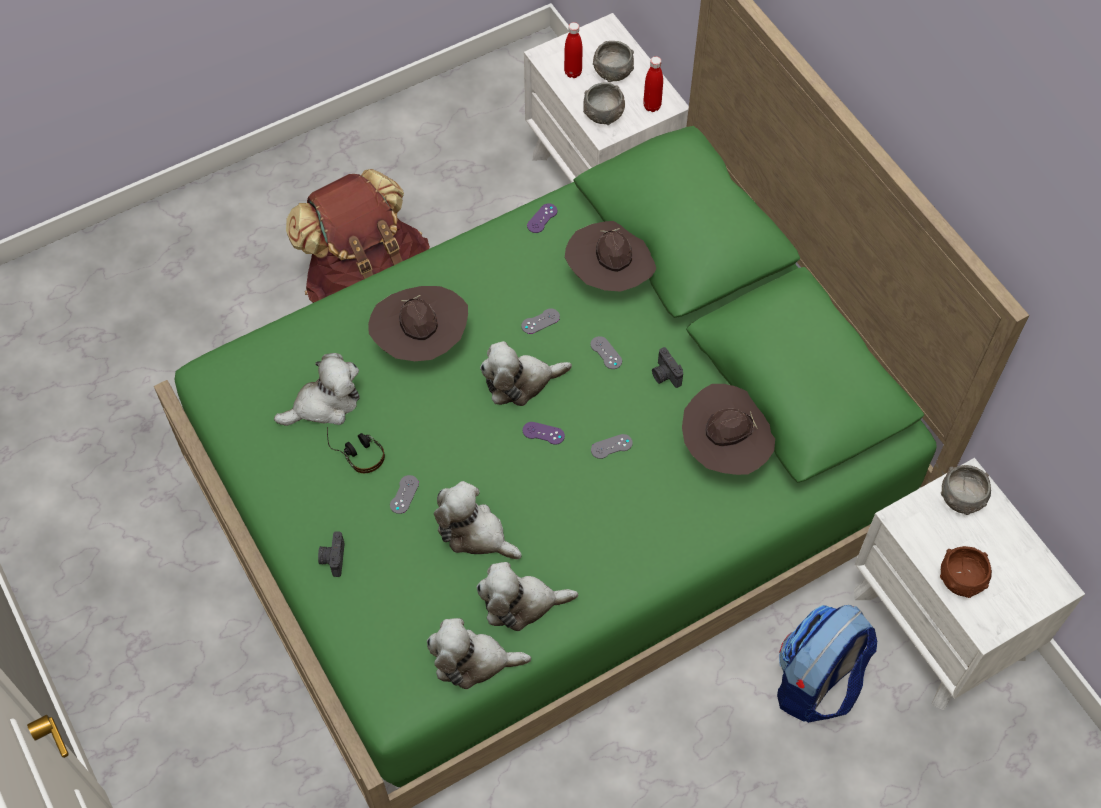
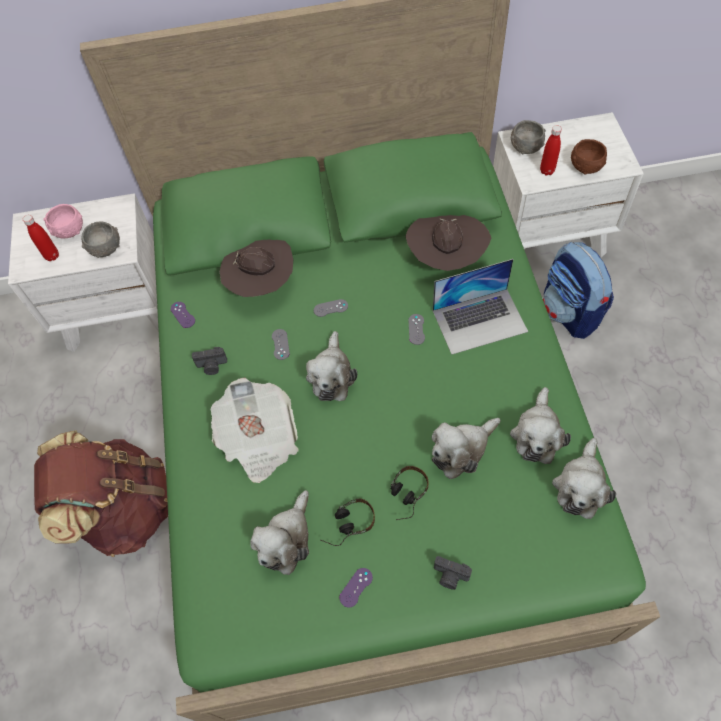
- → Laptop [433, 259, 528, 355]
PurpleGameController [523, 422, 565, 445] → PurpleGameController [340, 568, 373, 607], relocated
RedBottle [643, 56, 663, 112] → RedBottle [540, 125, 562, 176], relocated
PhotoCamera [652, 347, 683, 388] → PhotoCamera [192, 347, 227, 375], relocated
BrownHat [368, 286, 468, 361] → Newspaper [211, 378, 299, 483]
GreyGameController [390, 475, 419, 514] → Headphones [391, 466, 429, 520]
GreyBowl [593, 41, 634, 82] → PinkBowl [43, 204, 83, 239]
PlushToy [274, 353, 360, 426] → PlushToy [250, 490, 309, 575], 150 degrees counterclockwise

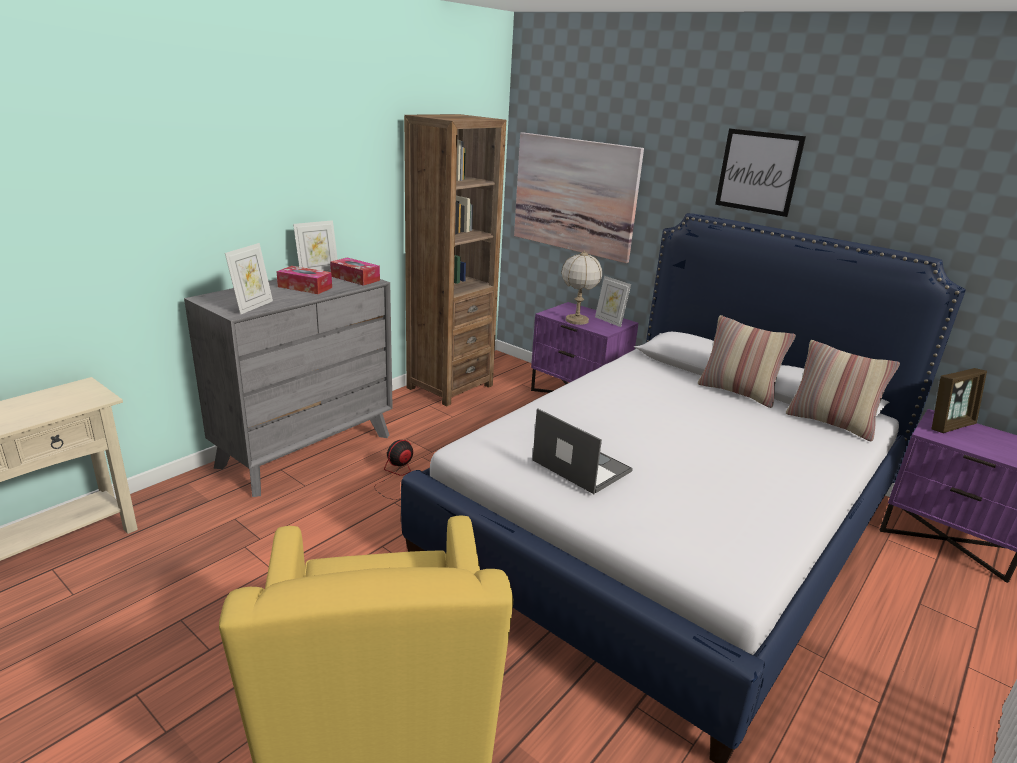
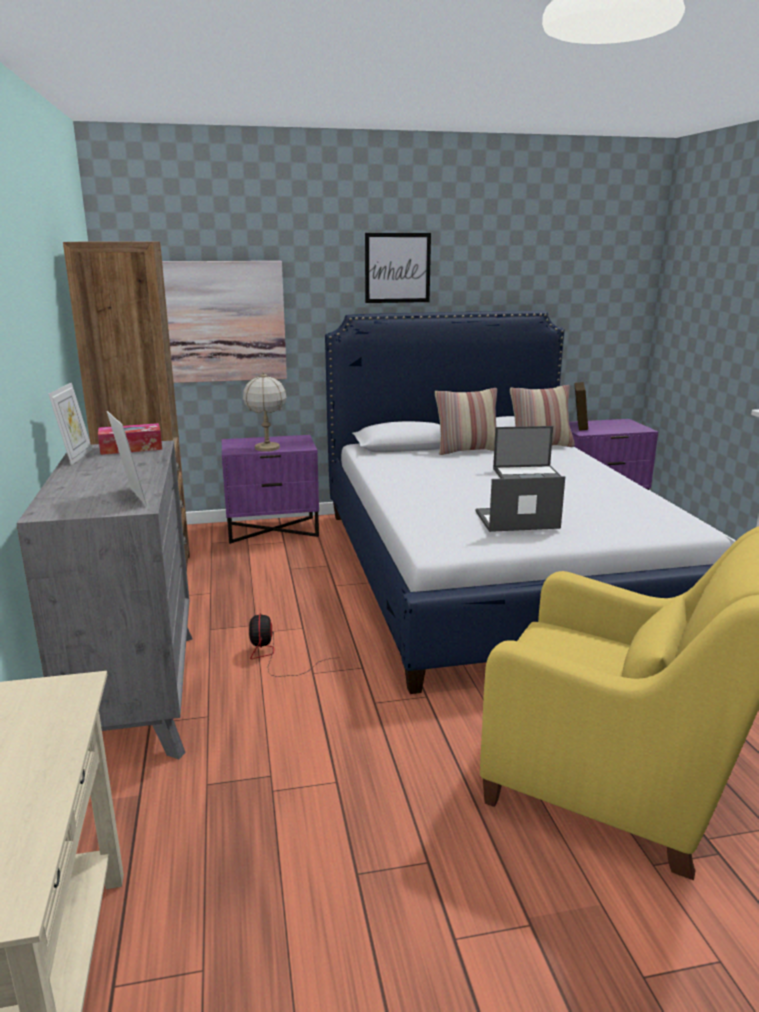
TissueBox [276, 266, 332, 294] → -
PictureFrame [595, 276, 631, 327] → -
- → Laptop [493, 426, 561, 479]

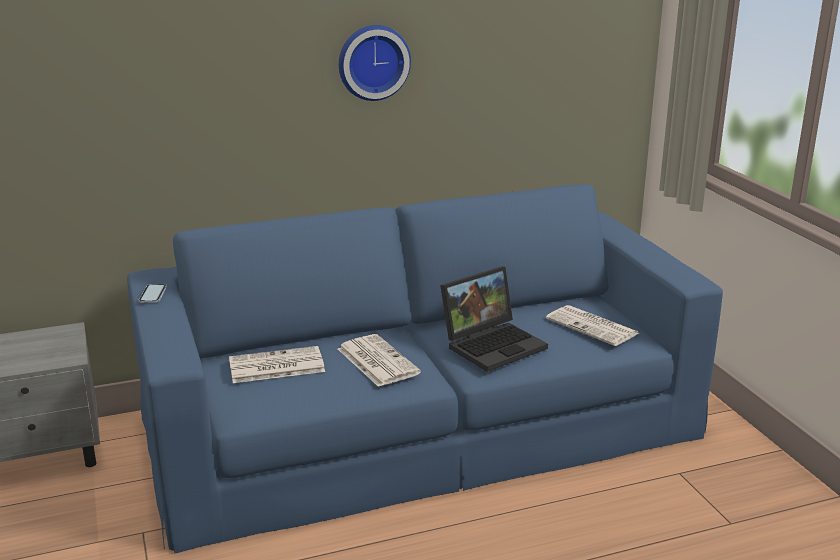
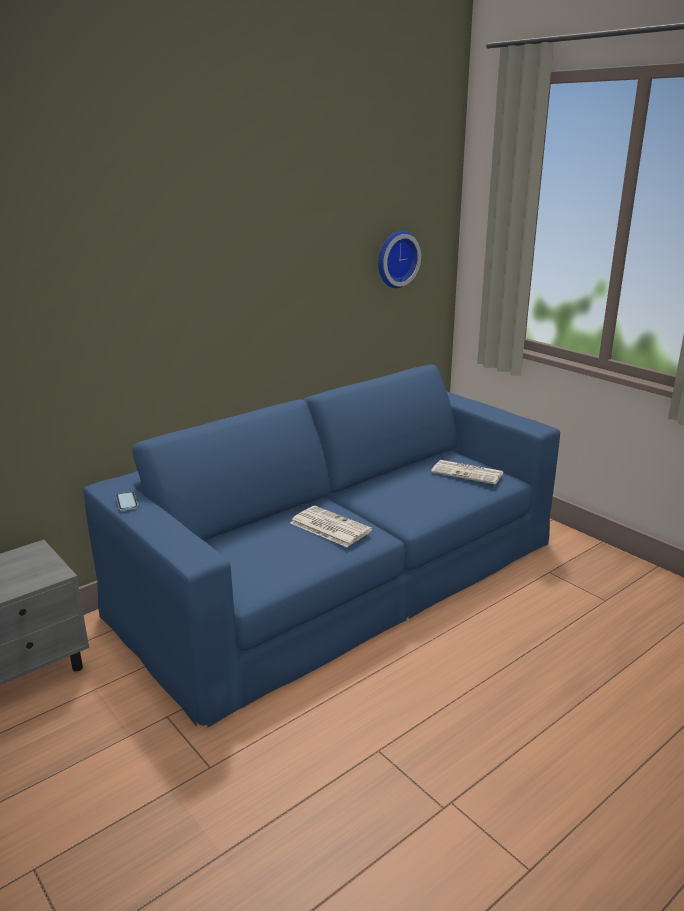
Newspaper [229, 346, 325, 383] → -
Laptop [440, 266, 548, 372] → -
WallClock [339, 25, 411, 101] → WallClock [378, 231, 421, 288], relocated

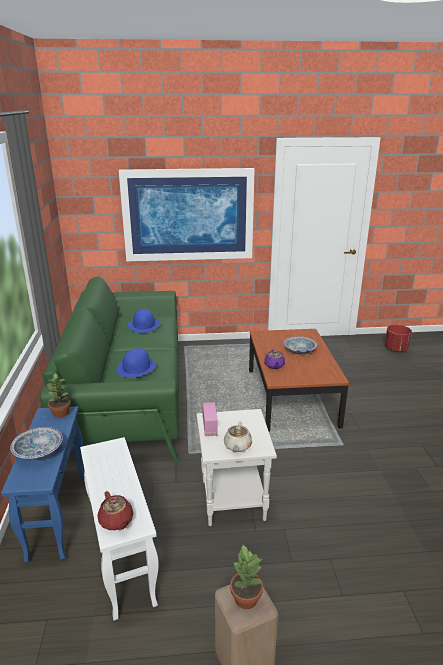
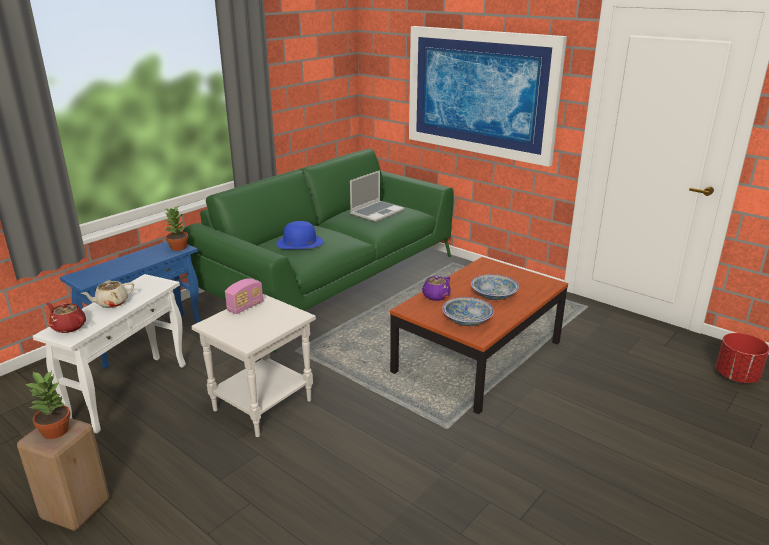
Bowl [10, 427, 63, 460] → Bowl [442, 297, 494, 326], relocated
BeigeTeapot [224, 422, 252, 452] → BeigeTeapot [81, 280, 134, 308], relocated
BlueHat [128, 309, 160, 333] → Laptop [350, 170, 404, 222]
RedTeapot [98, 491, 133, 530] → RedTeapot [46, 302, 86, 333], 105 degrees clockwise

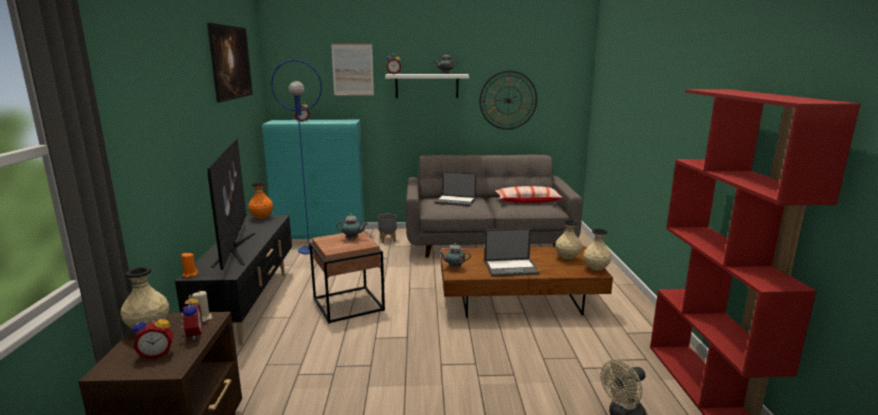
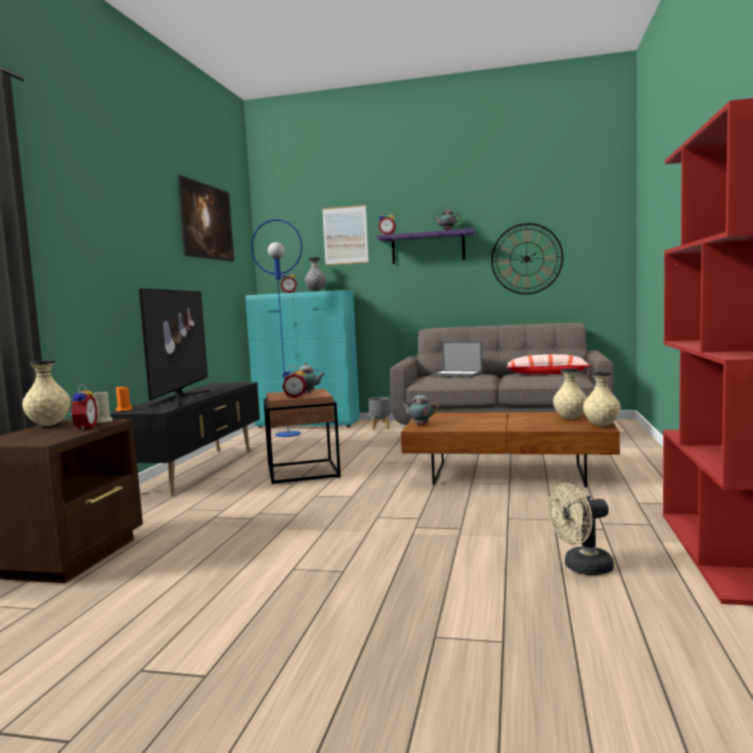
OrangeVase [248, 182, 273, 219] → -
Laptop [484, 228, 540, 277] → -
- → GreyVase [304, 258, 327, 292]
AlarmClock [133, 314, 174, 359] → AlarmClock [282, 366, 306, 398], relocated
WhiteShelf [385, 74, 469, 98] → PurpleShelf [377, 228, 475, 264]

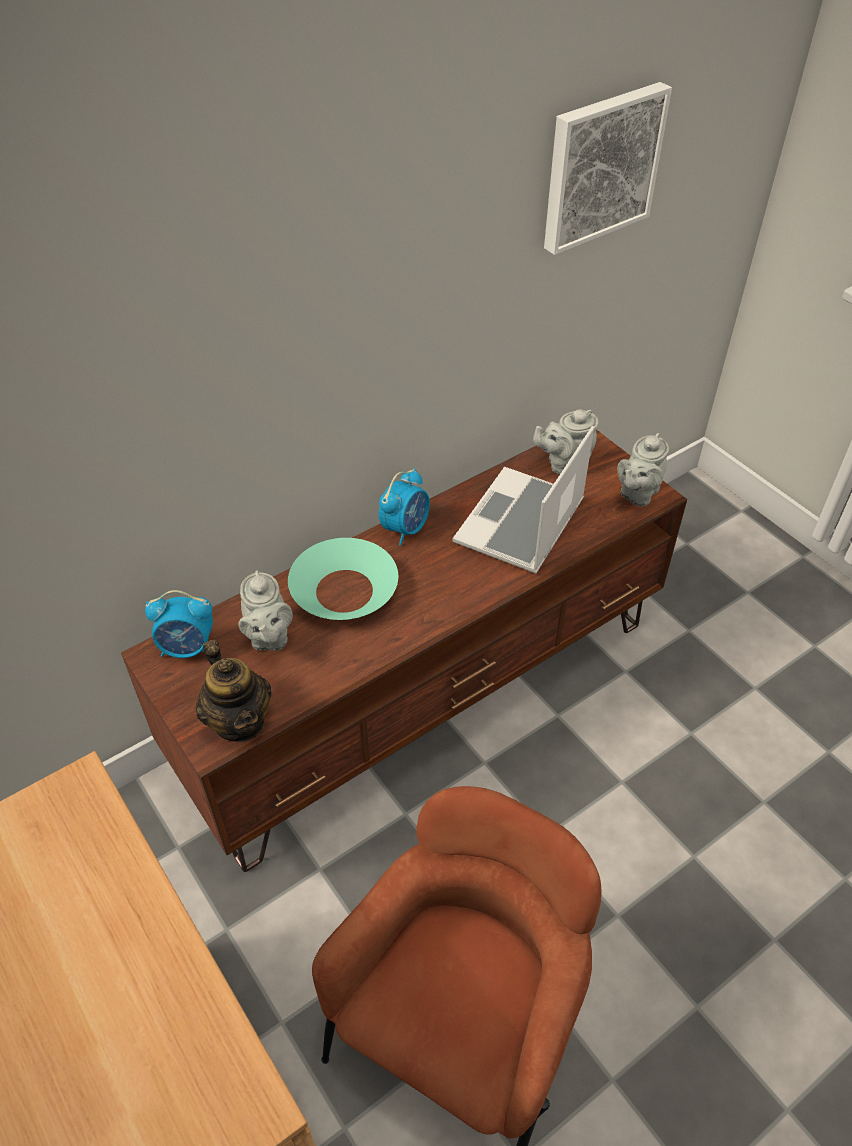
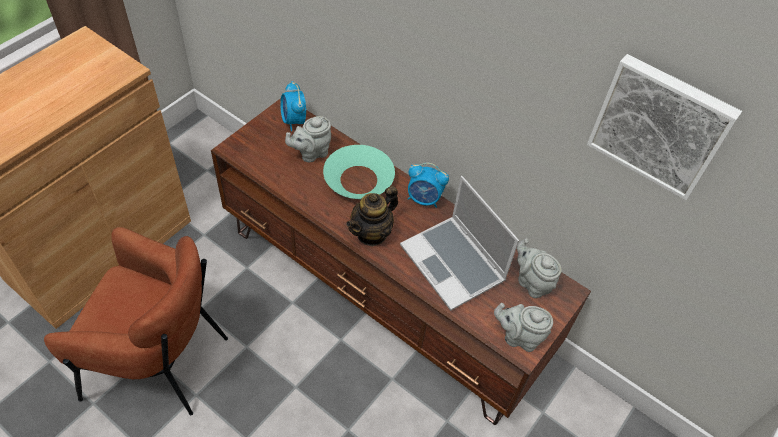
Teapot [196, 640, 272, 742] → Teapot [346, 186, 398, 247], relocated
Laptop [452, 426, 594, 574] → Laptop [400, 176, 519, 311], 135 degrees counterclockwise

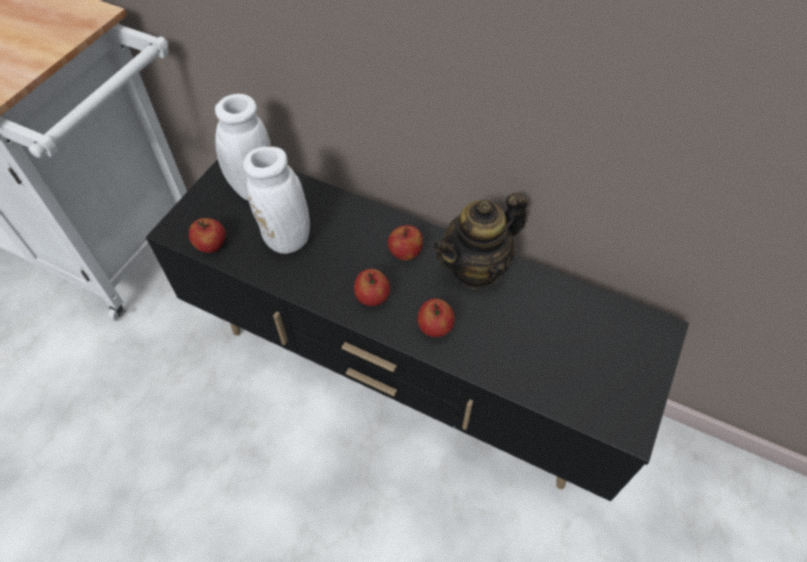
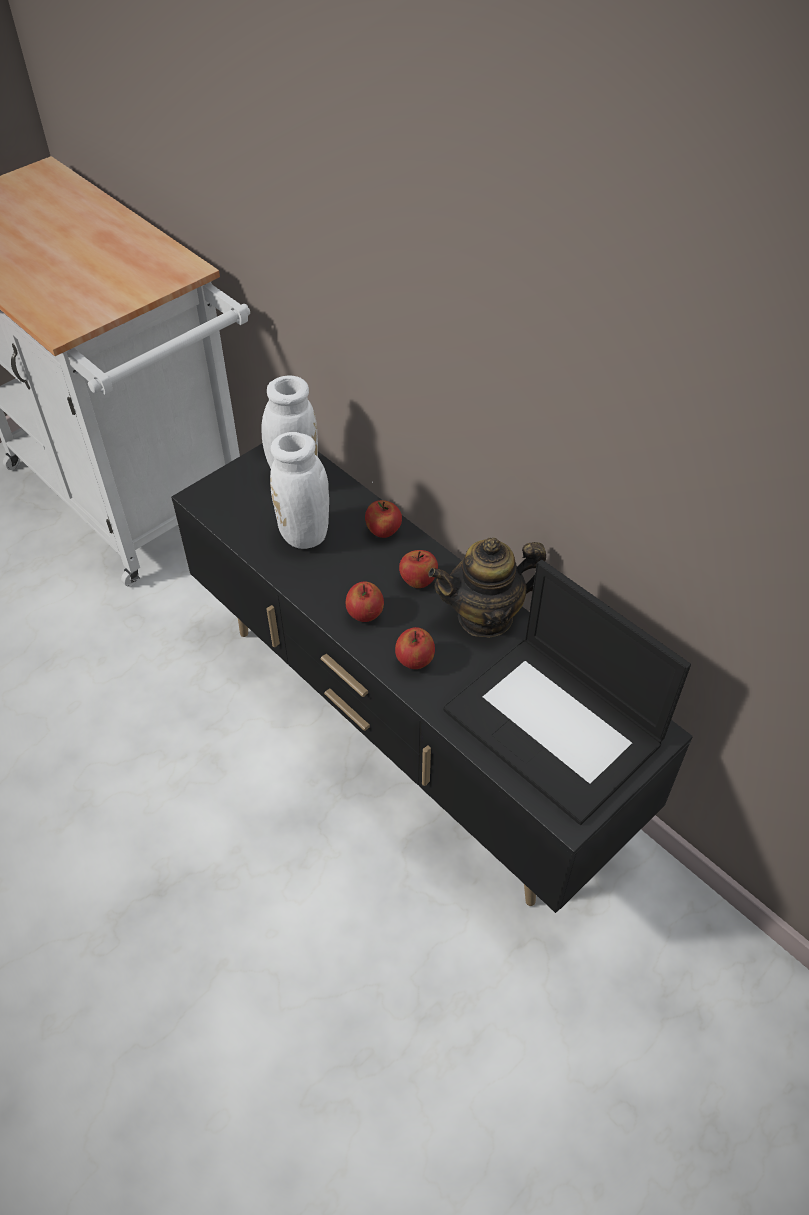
- → Laptop [443, 560, 691, 825]
Apple [189, 218, 226, 253] → Apple [365, 500, 402, 538], relocated

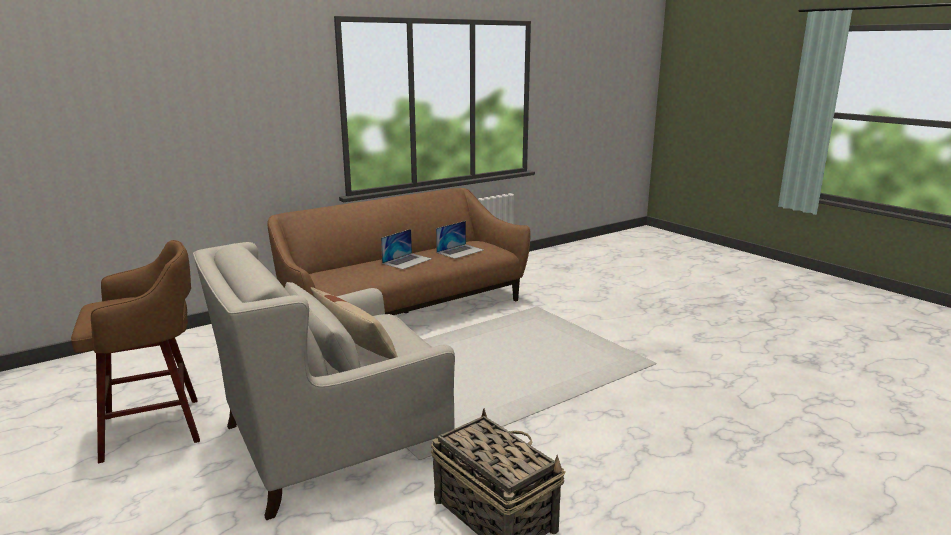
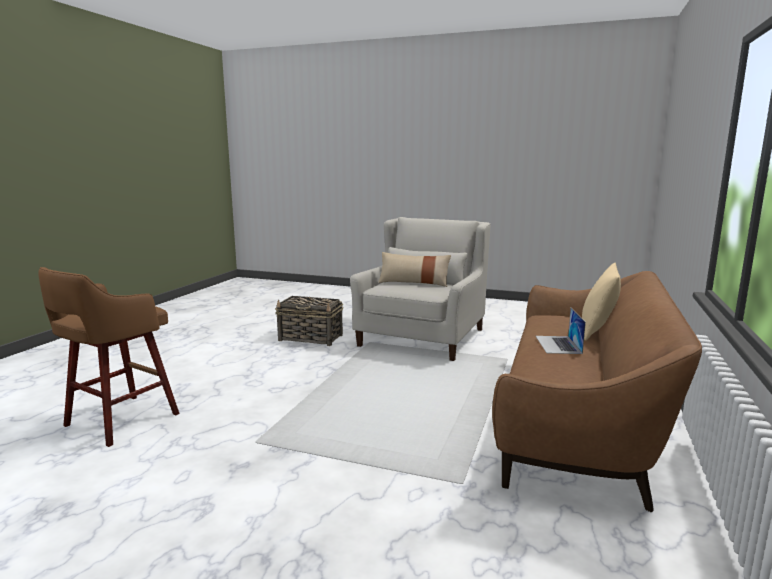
Laptop [436, 221, 483, 259] → -
- → BeigePillow [582, 262, 621, 341]
BrownStool [71, 240, 200, 463] → BrownStool [38, 267, 179, 447], relocated

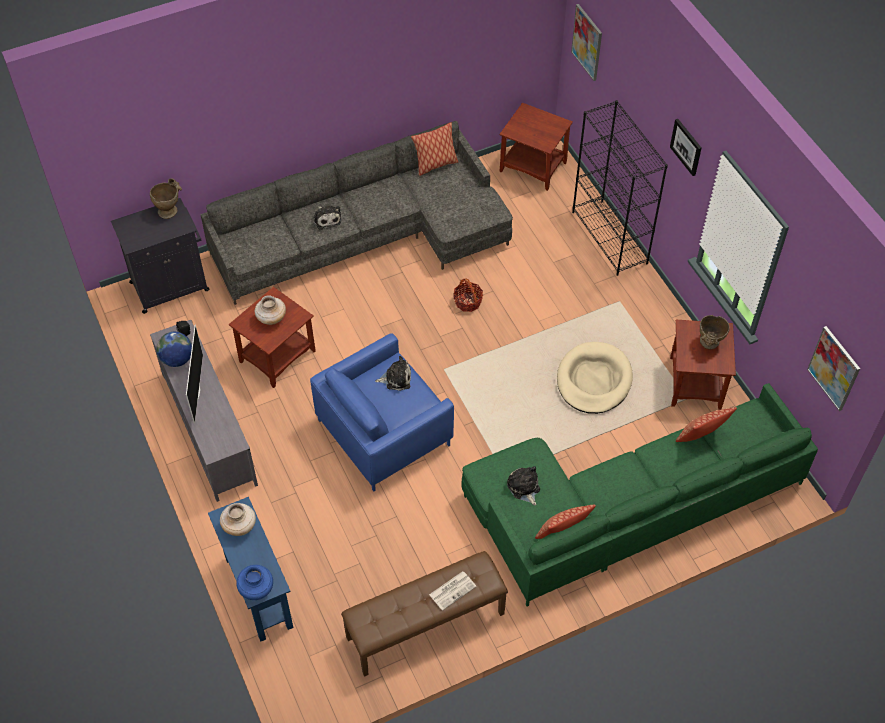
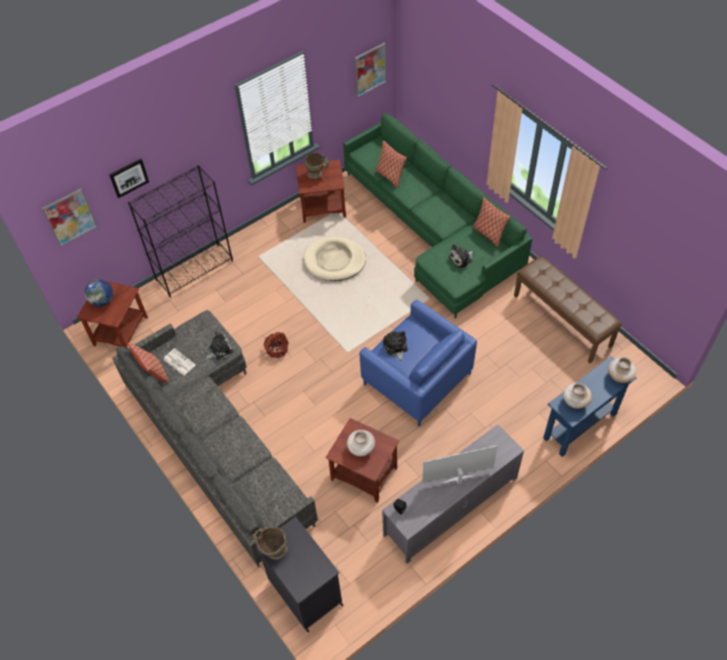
Globe [156, 332, 192, 367] → Globe [85, 279, 113, 307], relocated
PlushToy [313, 205, 342, 230] → PlushToy [206, 332, 233, 360], relocated
Newspaper [429, 571, 477, 611] → Newspaper [163, 348, 196, 375], relocated
Picture [670, 119, 702, 176] → Picture [109, 159, 149, 198], relocated
BlueVase [236, 565, 273, 600] → BeigeVase [608, 357, 636, 383]

